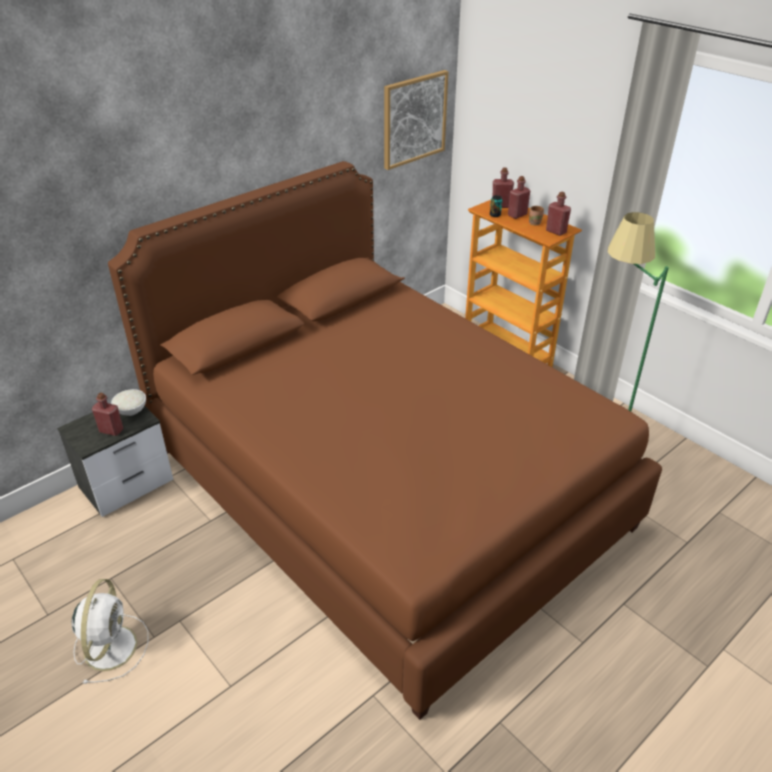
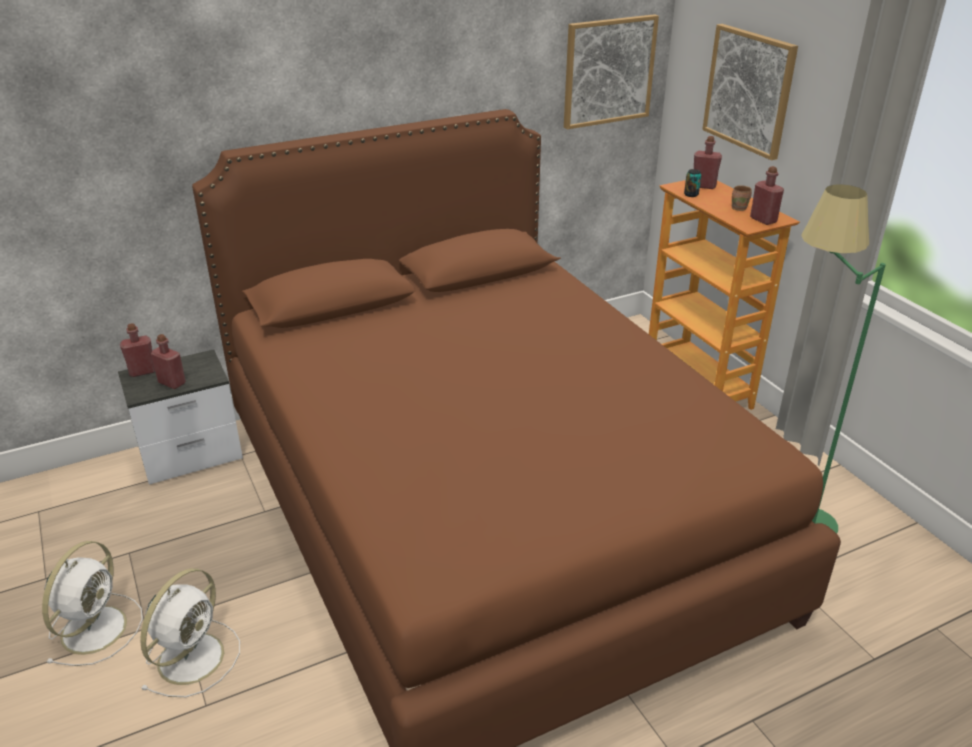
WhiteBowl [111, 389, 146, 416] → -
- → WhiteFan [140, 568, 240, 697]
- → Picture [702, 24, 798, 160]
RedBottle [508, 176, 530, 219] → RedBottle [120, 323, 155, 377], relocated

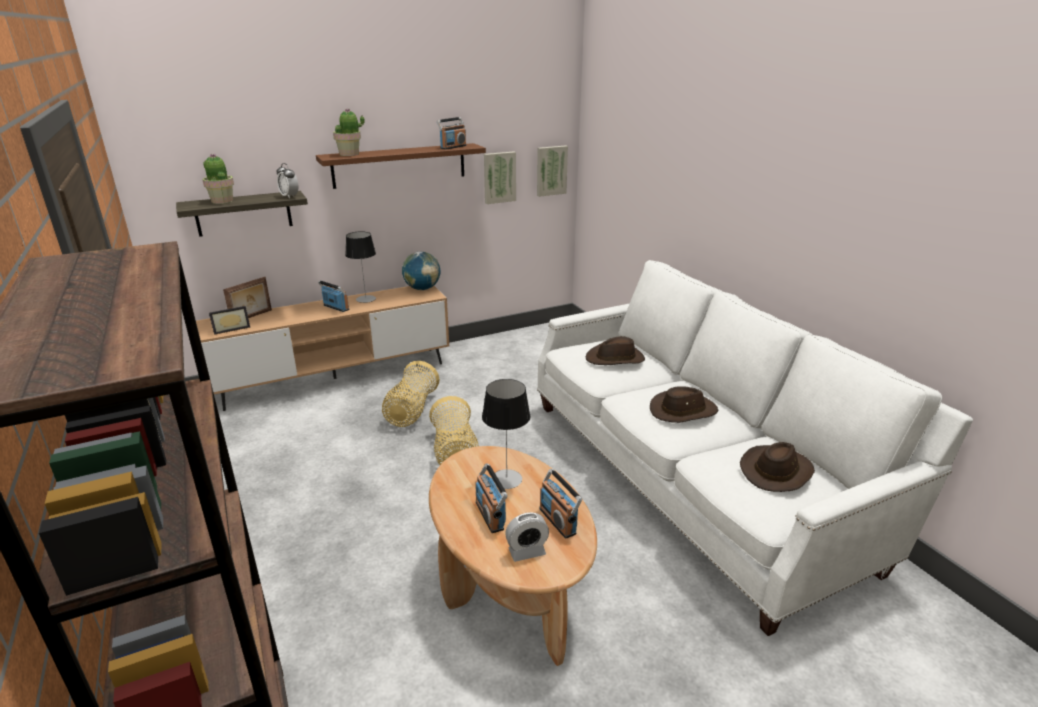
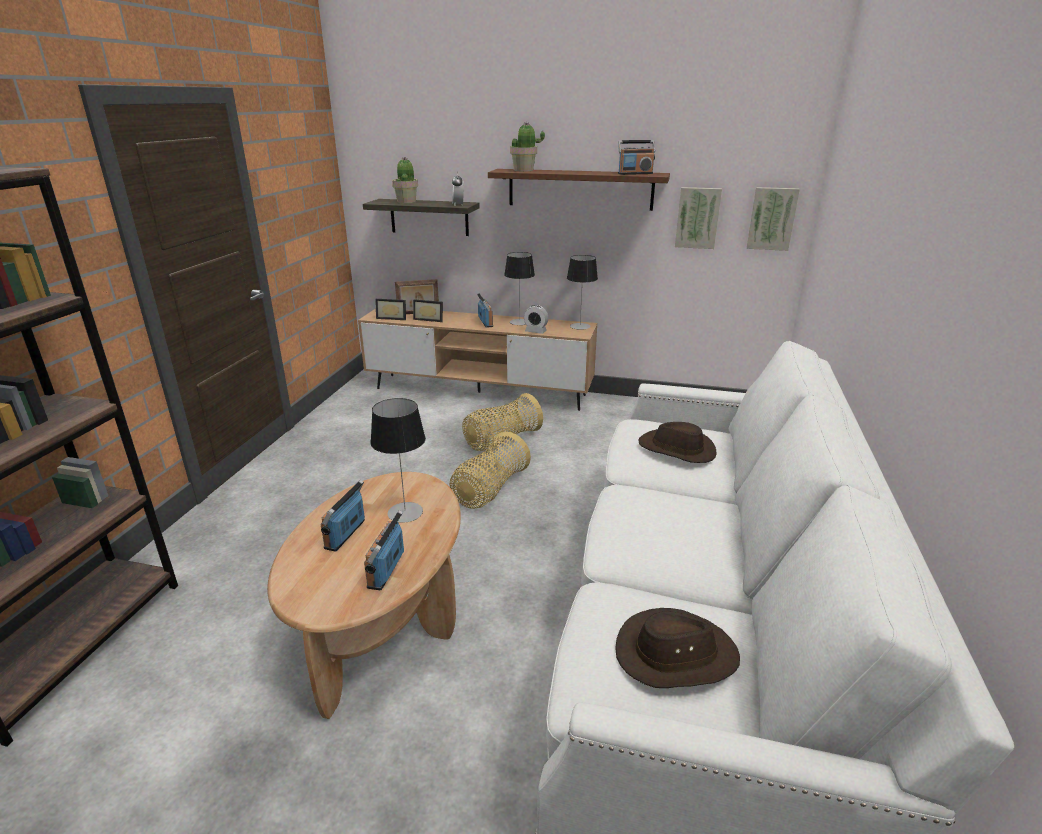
BrownHat [650, 386, 718, 423] → -
- → PictureFrame [413, 299, 443, 322]
AlarmClock [505, 512, 549, 562] → AlarmClock [524, 305, 548, 334], relocated
Globe [402, 252, 440, 290] → TableLamp [567, 255, 598, 330]

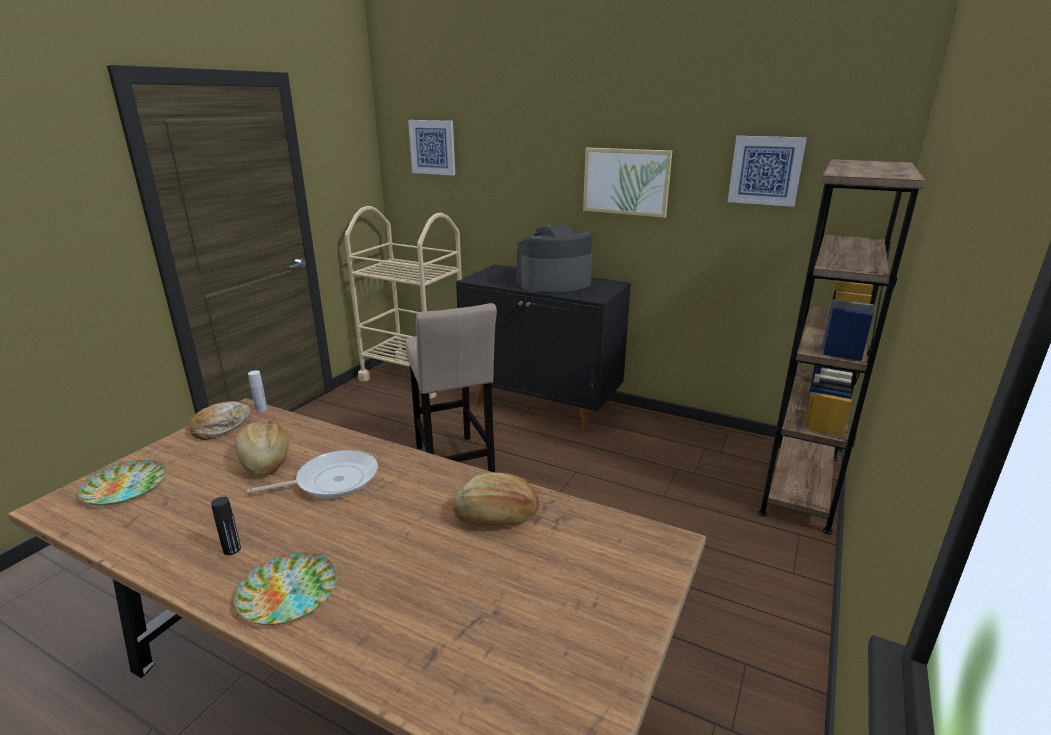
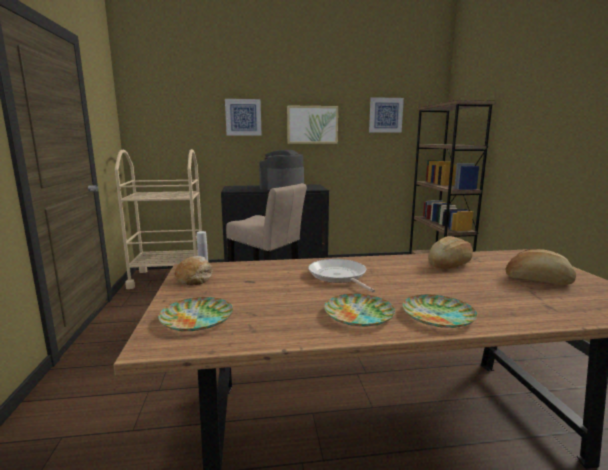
Bread [235, 421, 289, 476] → Bread [506, 249, 576, 285], relocated
Picture [408, 120, 455, 175] → Picture [225, 99, 262, 136], relocated
BlackBottle [211, 497, 241, 555] → Plate [324, 294, 395, 326]
FryingPan [247, 450, 378, 498] → FryingPan [308, 259, 375, 293], 60 degrees counterclockwise

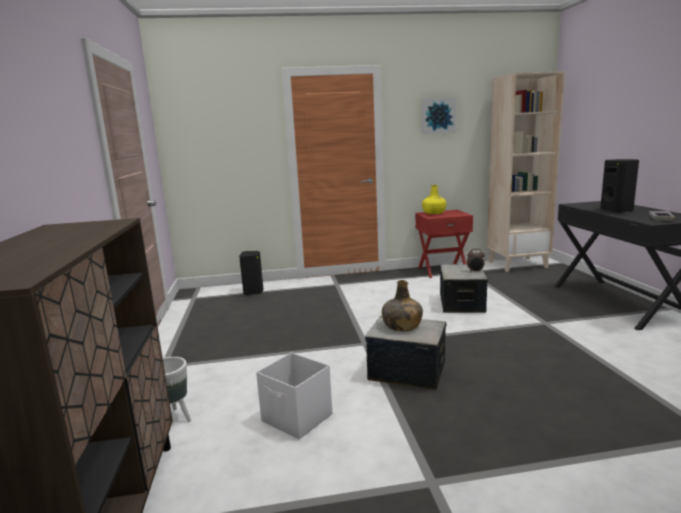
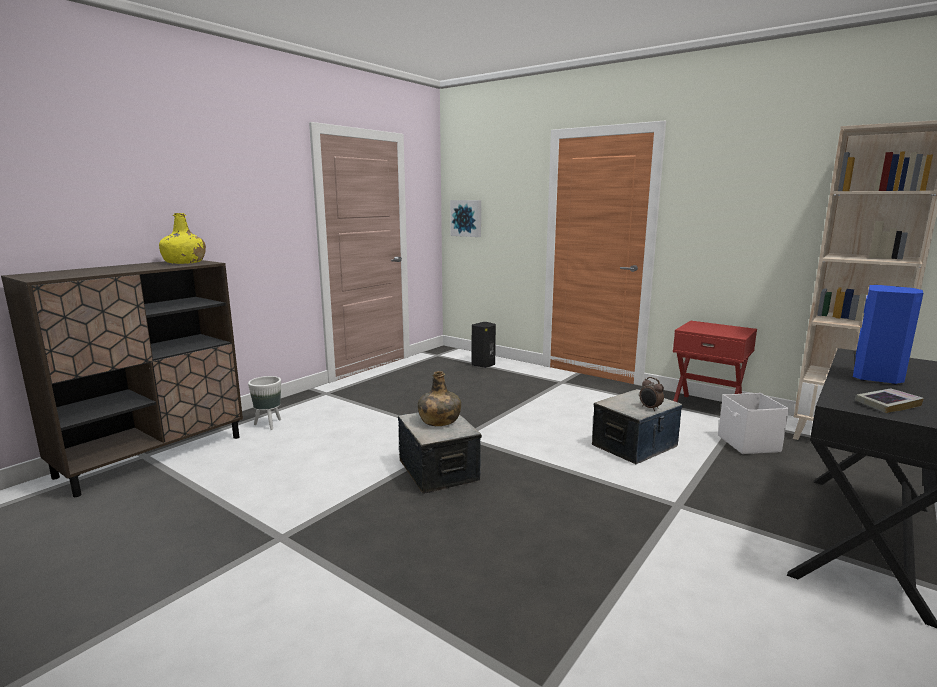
WhiteStorageBox [256, 353, 332, 439] → WhiteStorageBox [718, 393, 789, 454], relocated
Picture [422, 97, 456, 134] → Picture [450, 200, 481, 237], relocated
YellowBottle [422, 185, 446, 214] → YellowBottle [159, 213, 206, 264], relocated
BlackSpeaker [600, 159, 639, 213] → BlueSpeaker [853, 285, 923, 384]

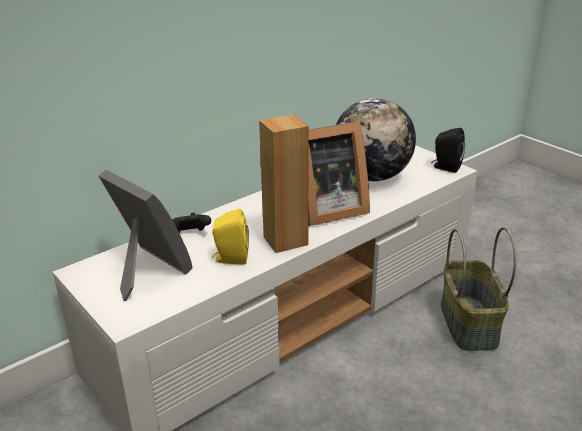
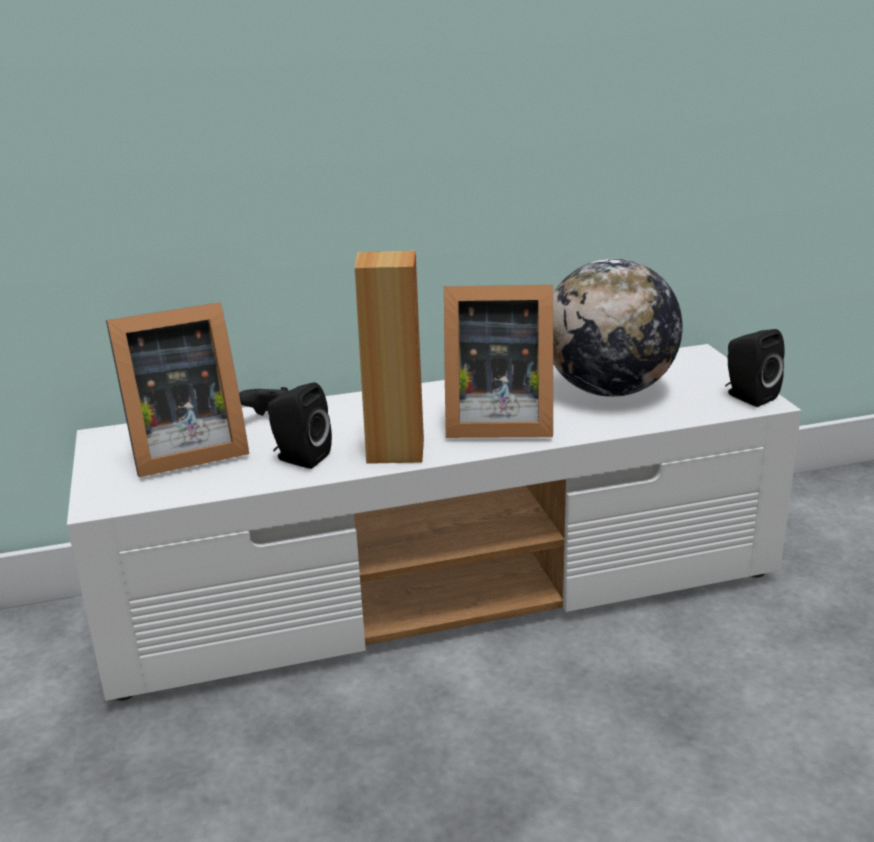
Basket [441, 227, 517, 351] → -
YellowSpeaker [212, 209, 249, 265] → BlackSpeaker [268, 382, 332, 469]
PictureFrame [99, 170, 193, 301] → PictureFrame [106, 302, 249, 477], 90 degrees clockwise

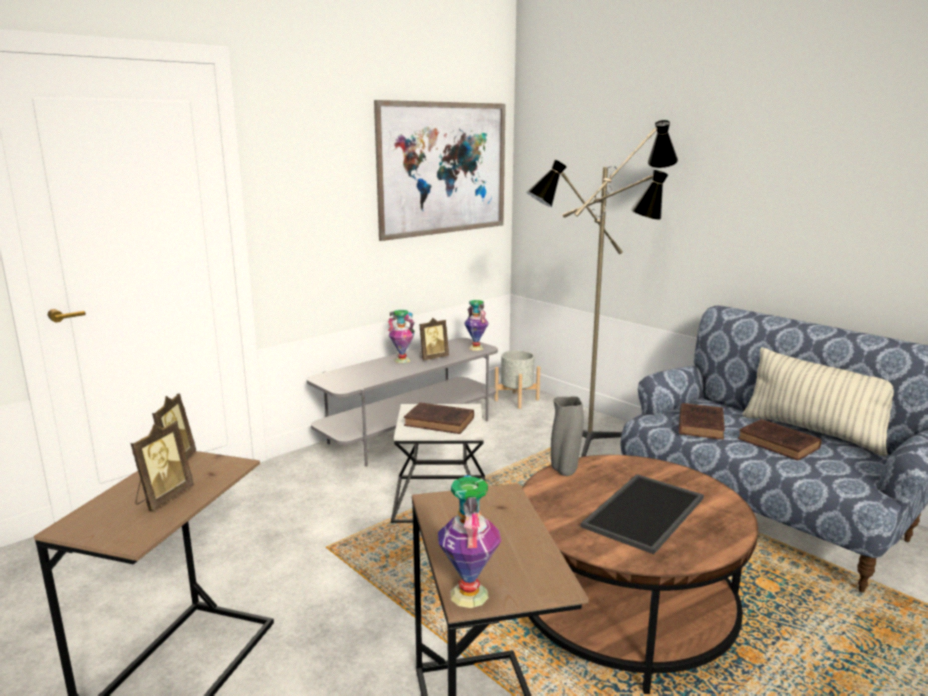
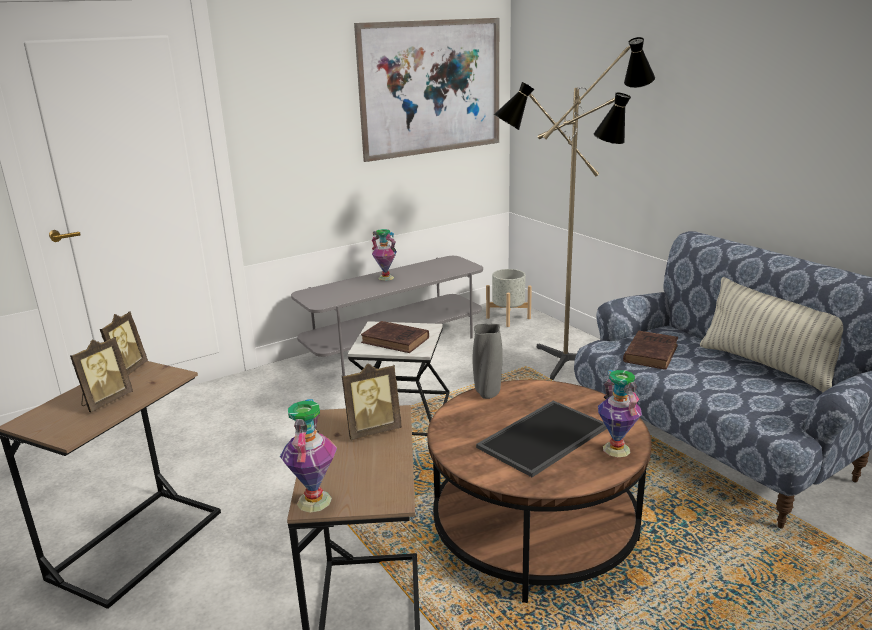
BrownBook [738, 419, 821, 461] → -
PictureFrame [419, 318, 449, 360] → PictureFrame [342, 364, 402, 440], relocated
Vase [464, 300, 488, 351] → Vase [598, 370, 642, 457], relocated

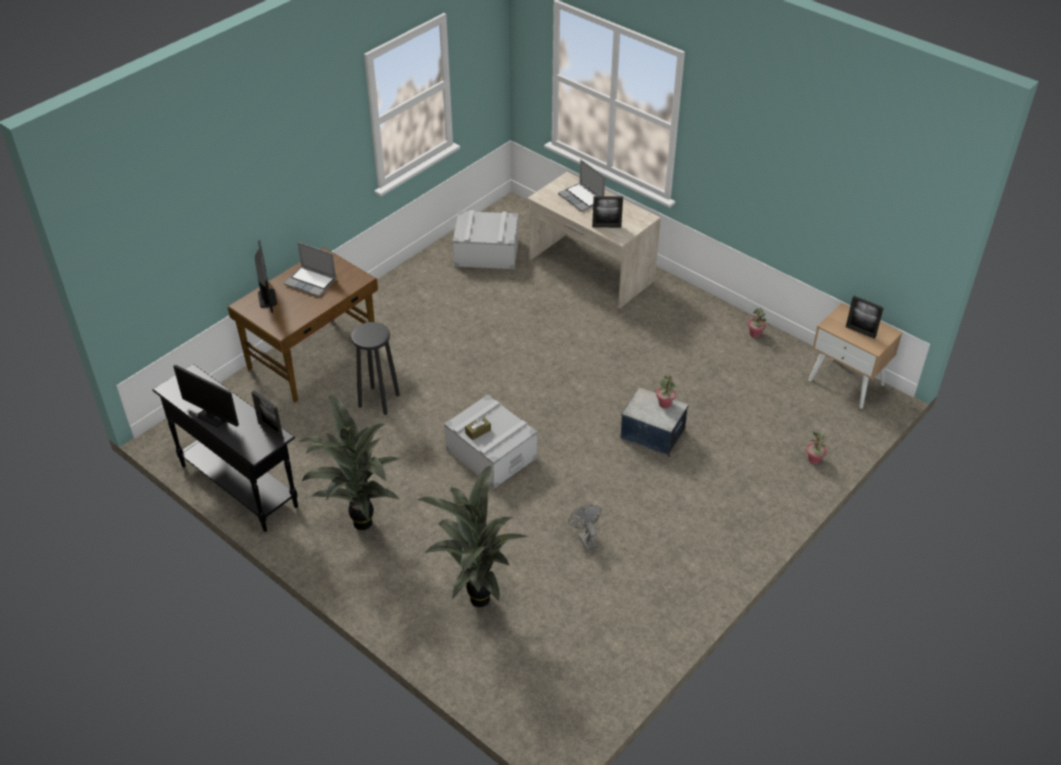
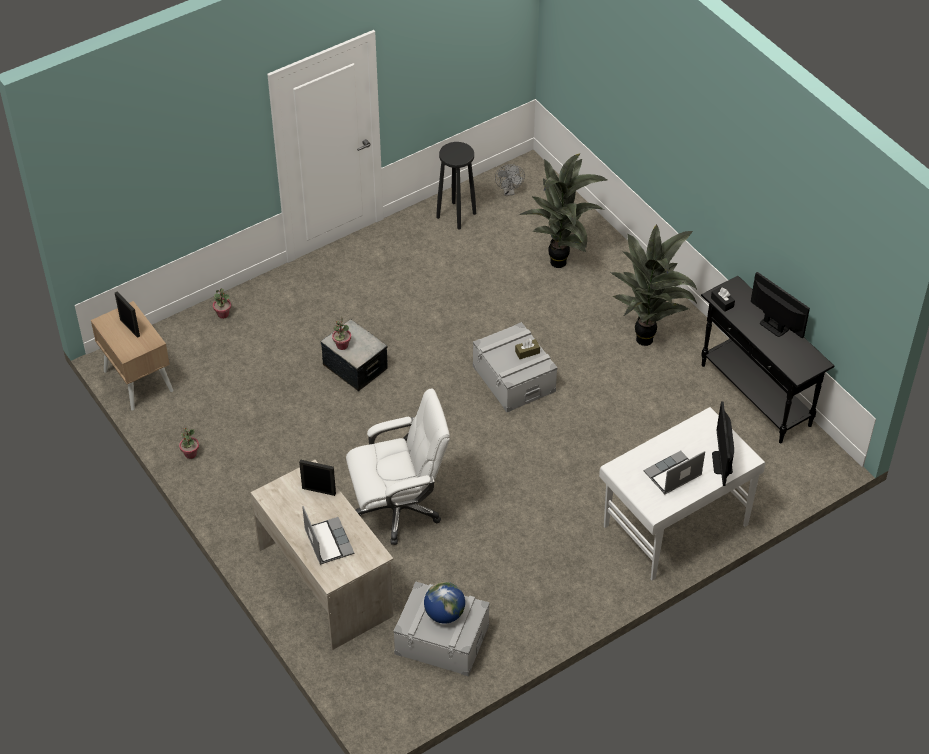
- → WhiteOfficeChair [346, 388, 450, 545]
- → Globe [424, 582, 465, 623]
BlackStool [351, 322, 400, 415] → BlackStool [436, 142, 476, 229], relocated
GreyFan [568, 504, 602, 550] → GreyFan [495, 164, 525, 196], relocated
PictureFrame [251, 390, 283, 440] → BlackTissueBox [711, 287, 735, 312]
BrownDesk [228, 247, 378, 402] → WhiteDesk [599, 407, 766, 581]
Laptop [284, 242, 337, 297] → Laptop [644, 451, 705, 494], 75 degrees counterclockwise

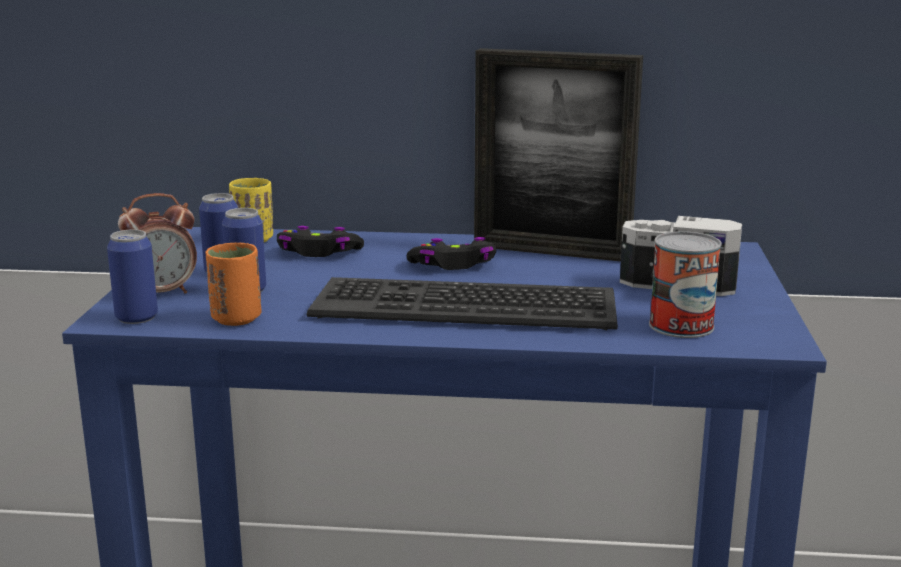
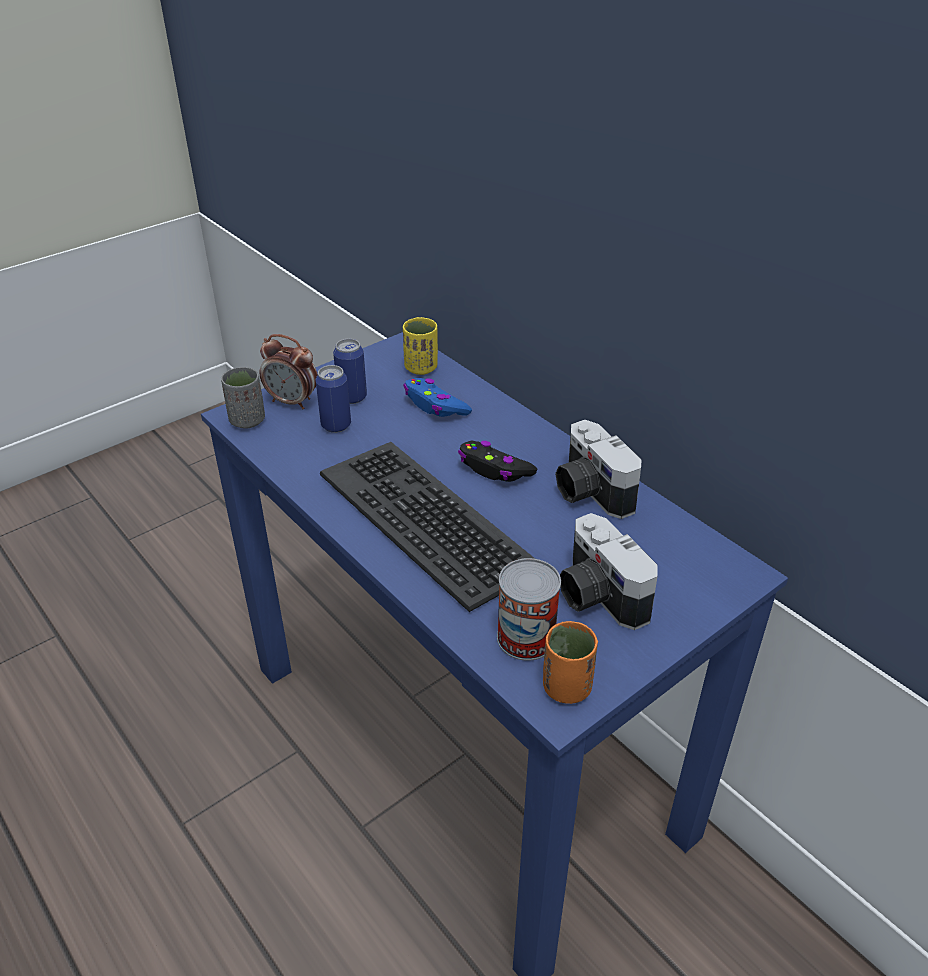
OrangeCup [205, 243, 262, 326] → OrangeCup [543, 621, 598, 704], relocated
Can [107, 229, 158, 324] → GreyCup [221, 367, 265, 429]
PictureFrame [474, 48, 643, 262] → PhotoCamera [555, 420, 642, 519]
BlackGameController [277, 226, 364, 257] → BlueGameController [403, 378, 472, 417]

